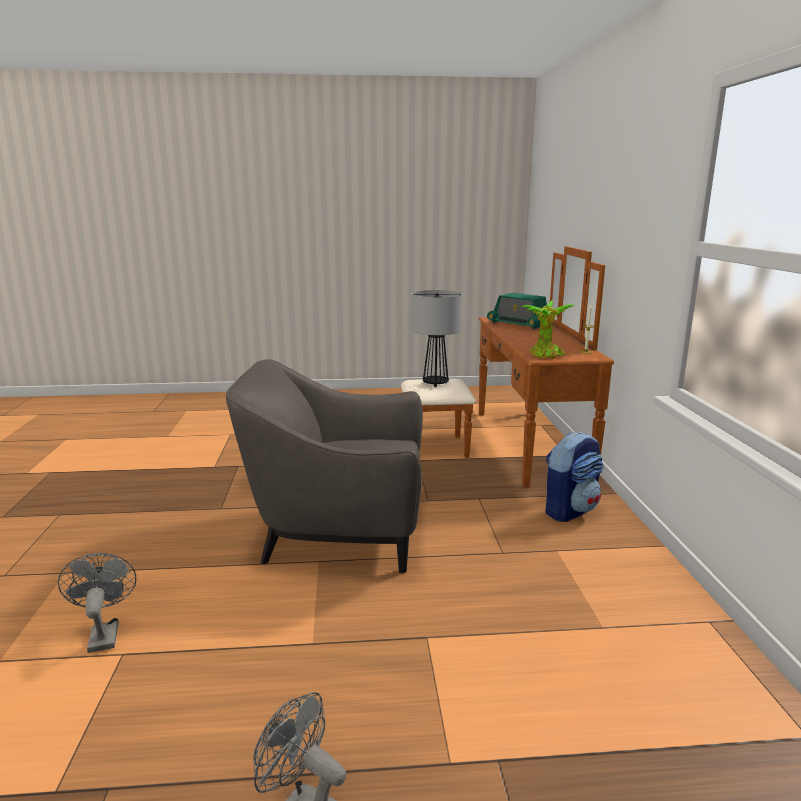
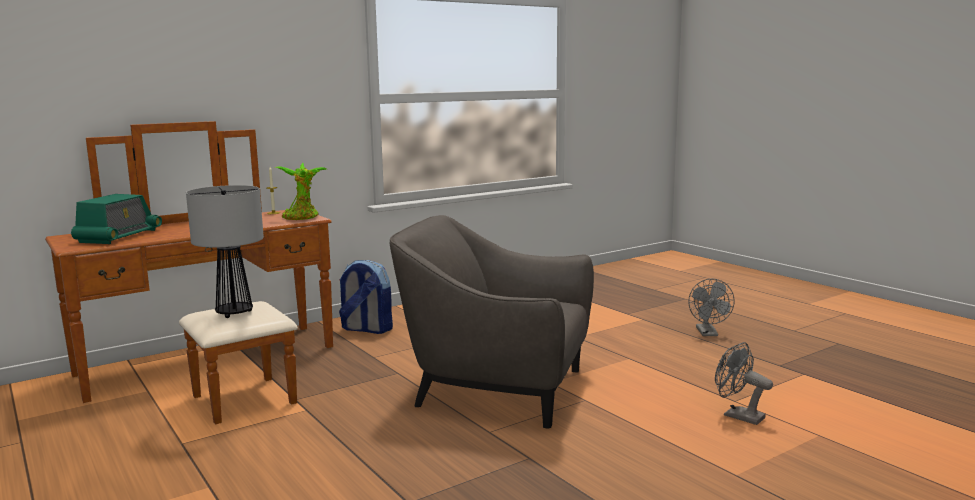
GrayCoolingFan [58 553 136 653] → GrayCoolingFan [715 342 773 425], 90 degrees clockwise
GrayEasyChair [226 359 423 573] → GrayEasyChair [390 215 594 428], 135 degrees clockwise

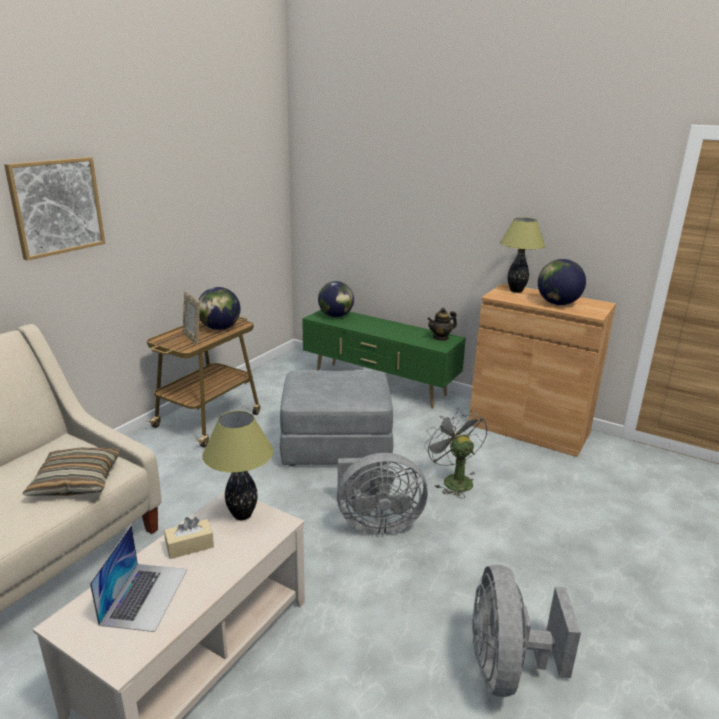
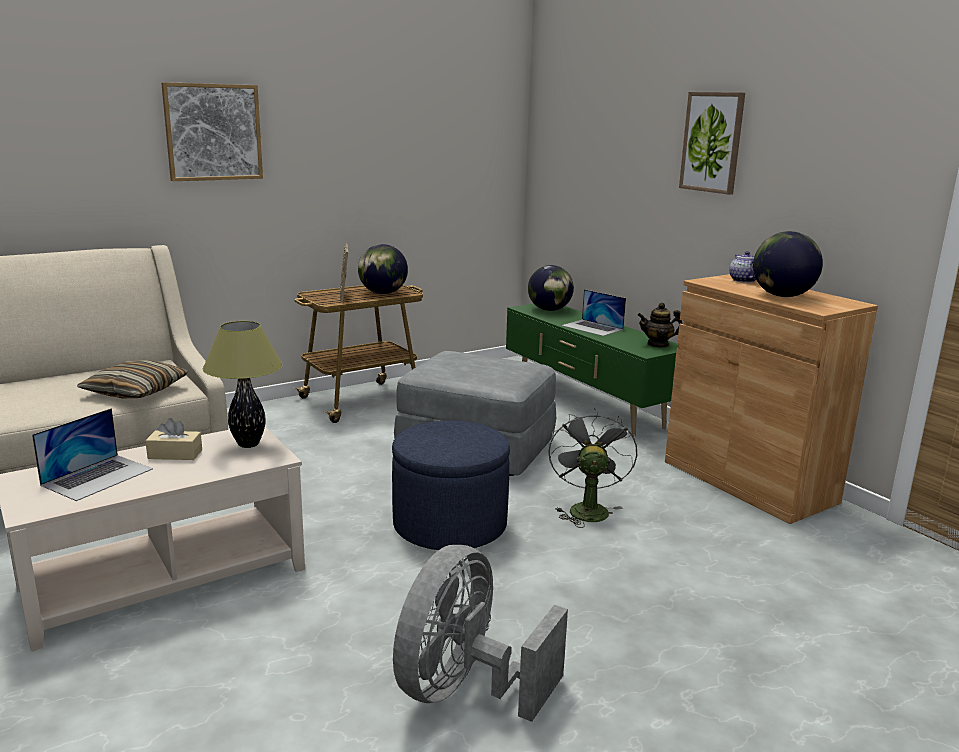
GrayCoolingFan [337 453 428 535] → BlueColouredPouffe [392 420 510 550]
TableLamp [500 217 545 293] → PotForTea [729 251 756 283]
- → Laptop [562 289 626 336]
- → WallPicture [679 92 745 195]

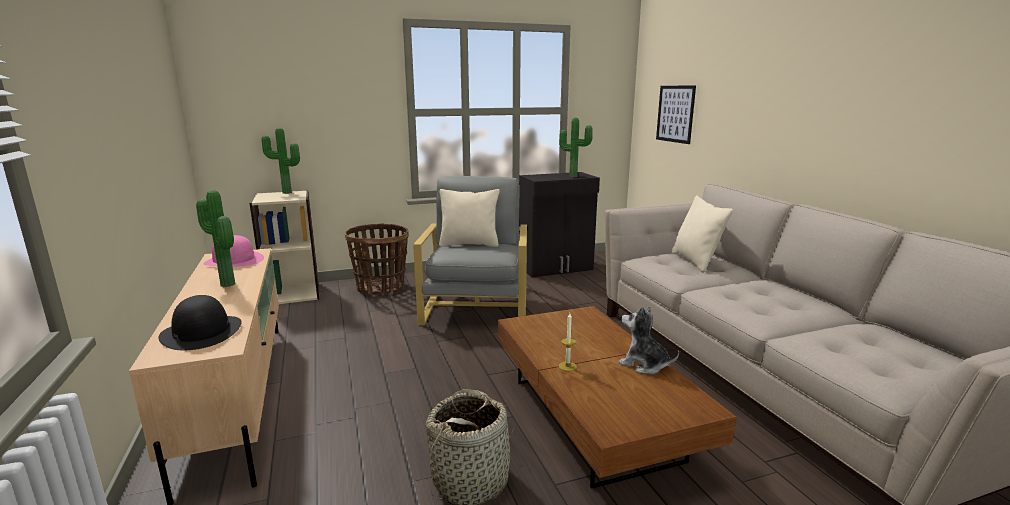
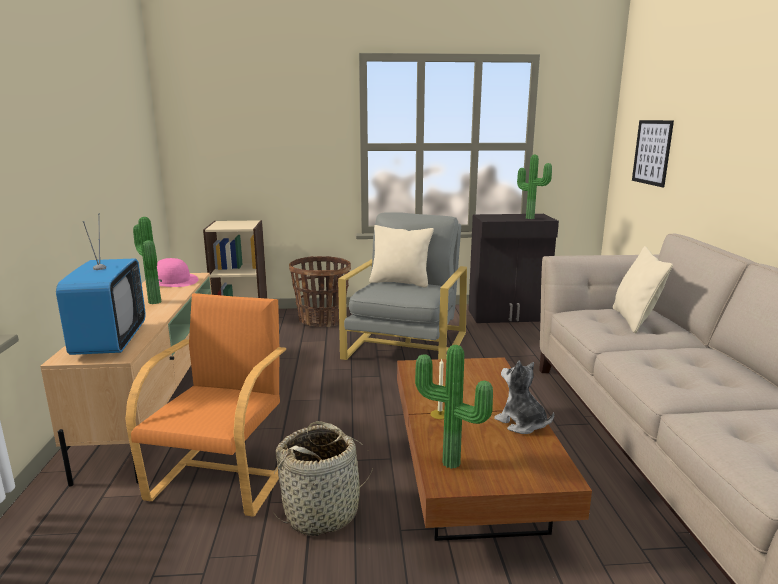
BlackWearableHat [159 295 242 350] → Tv [56 213 146 355]
PottedPlant [262 128 300 194] → PottedPlant [415 345 493 469], move
- → OrangeEasyChair [125 293 286 517]

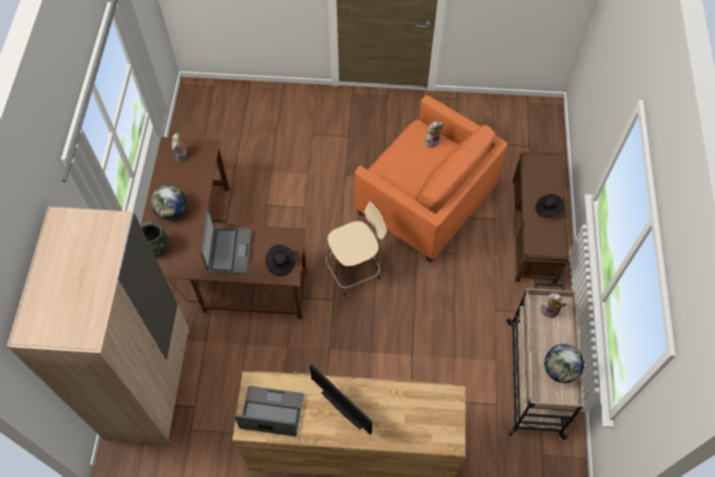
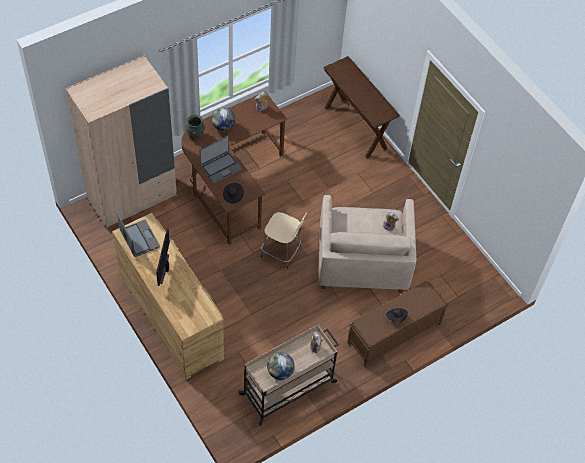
OrangeEasyChair [354 95 508 263] → BeigeEasyChair [319 195 416 293]
- → BrownConsoleTable [323 56 400 158]

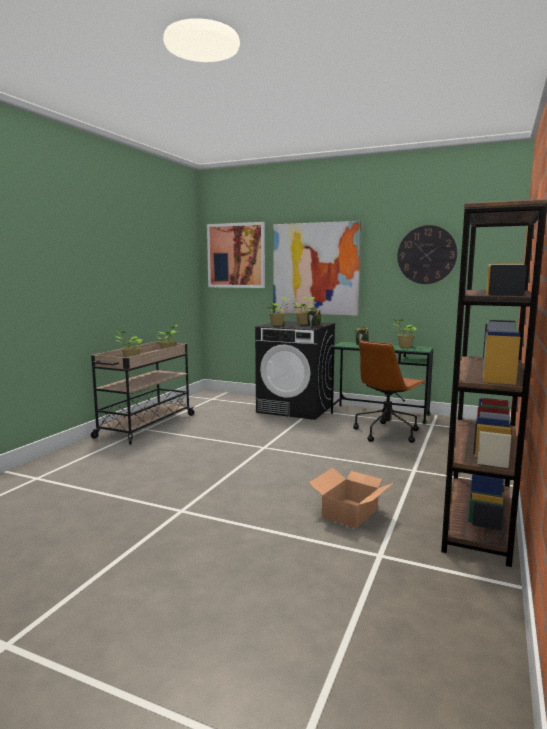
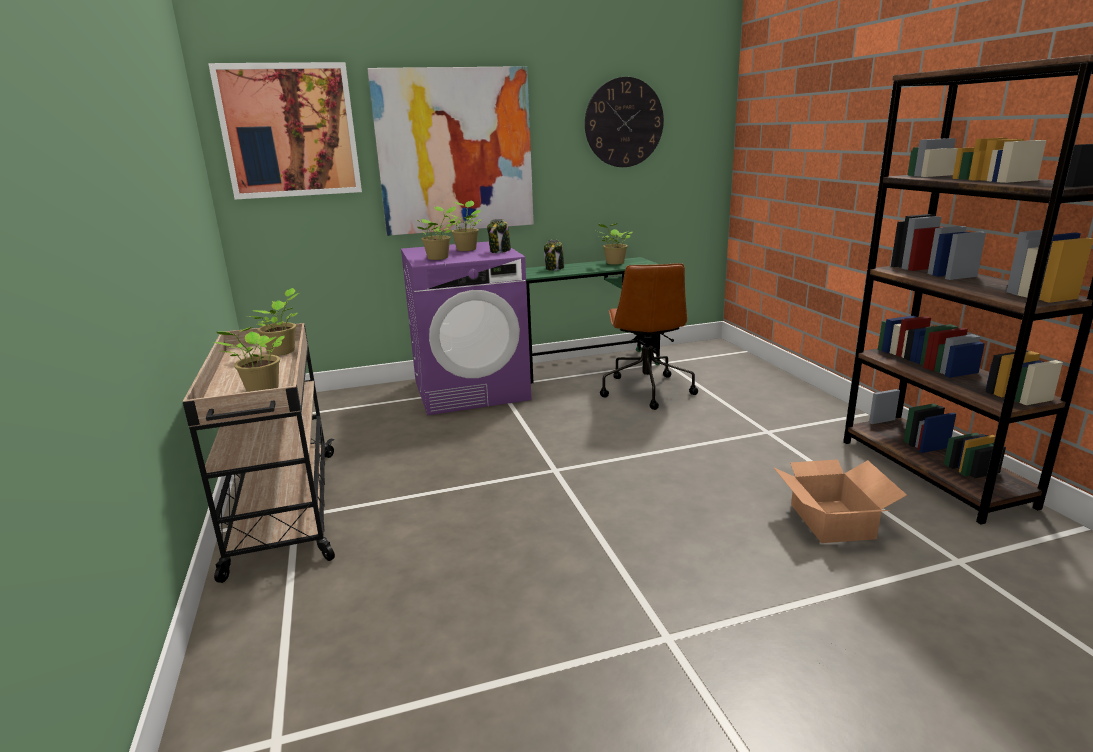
BlackWashingMachine [255 321 336 420] → PurpleWashingMachine [401 241 531 415]

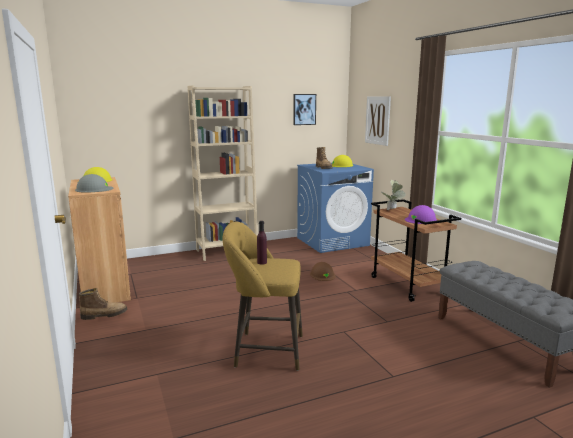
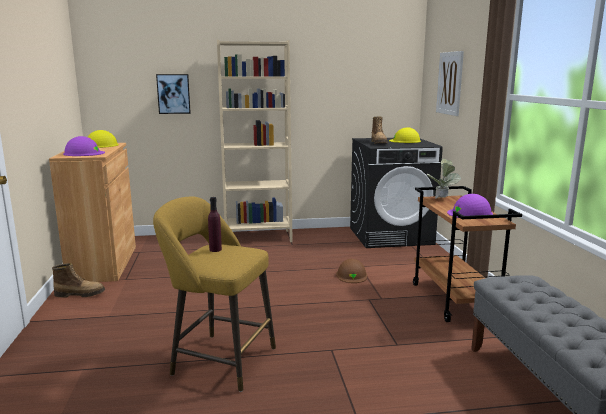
GraySafetyHelmet [75 174 114 193] → PurpleSafetyHelmet [63 136 105 156]
WallPicture [293 94 316 125] → WallPicture [156 74 191 114], move
BlueColouredWashingMachine [297 163 374 253] → BlackWashingMachine [350 138 443 248]

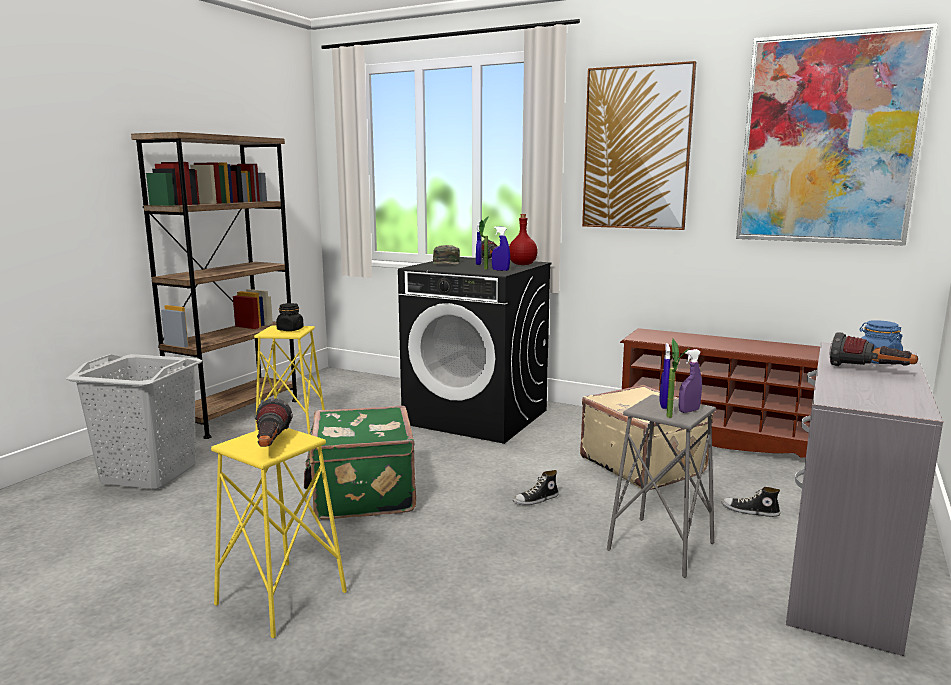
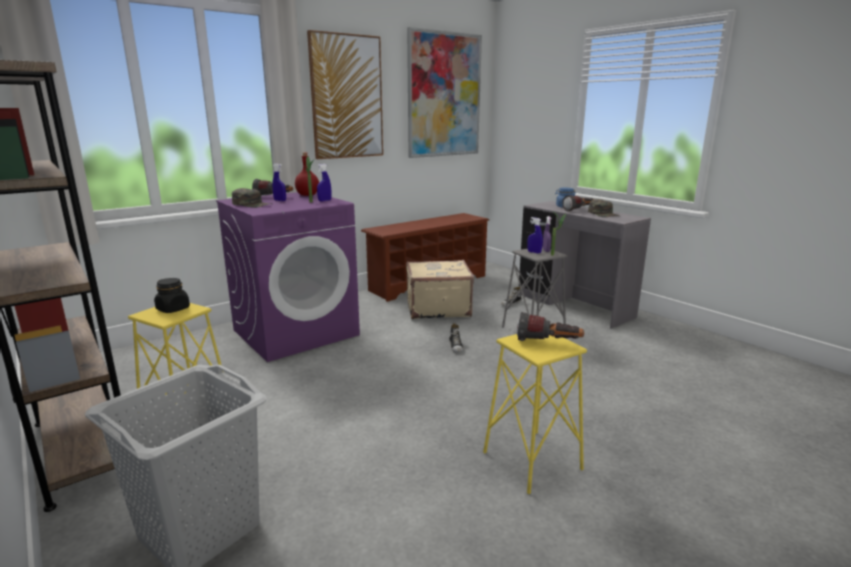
GreenColouredSuitcase [304 406 416 520] → -
BlackWashingMachine [398 257 552 444] → PurpleWashingMachine [216 192 360 362]
- → GreenColouredCap [588 199 619 217]

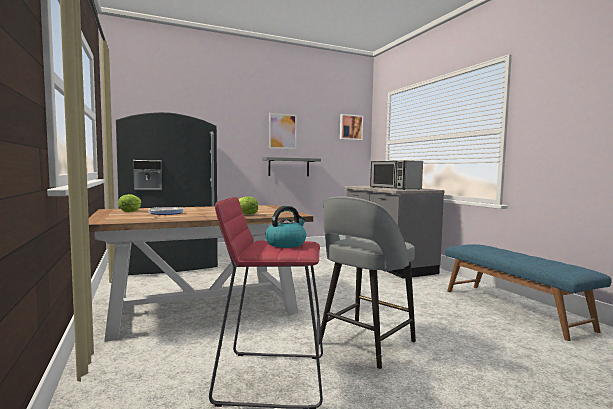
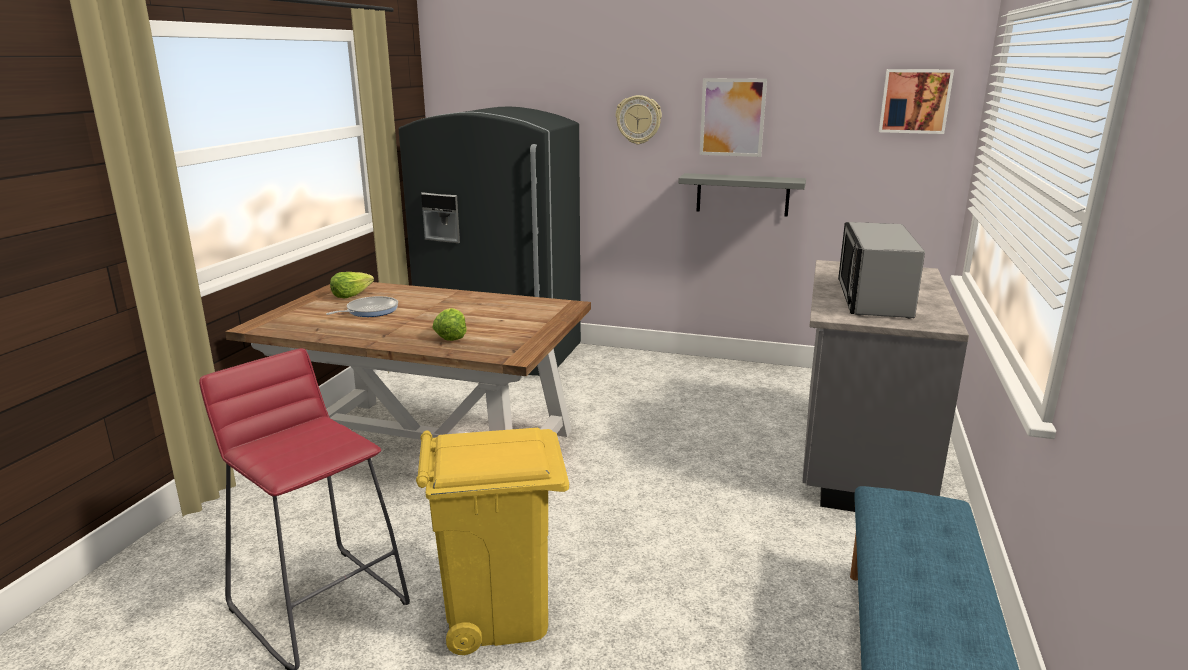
TeaKettle [265 206 306 248] → -
GraySittingStool [319 196 416 369] → YellowColouredRubbishBin [416 428 569 655]
- → ClockOnTheWall [616 95 662 144]

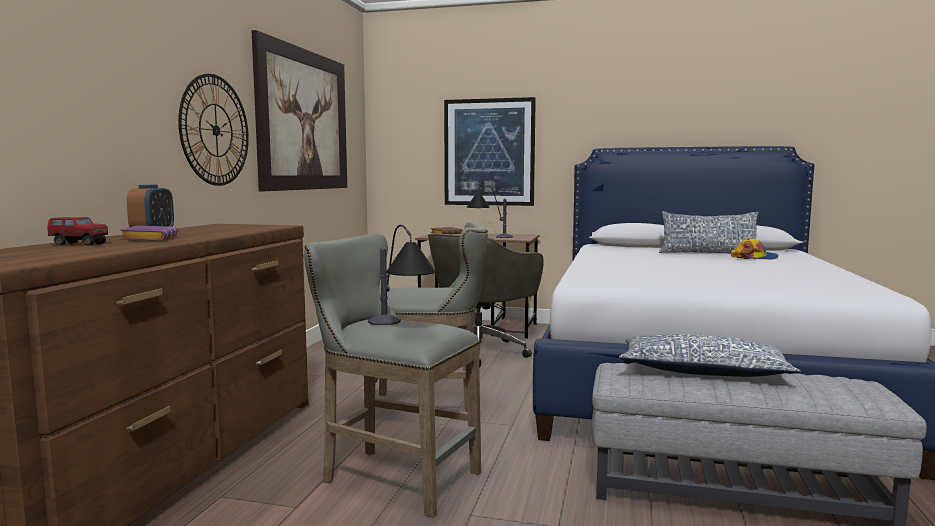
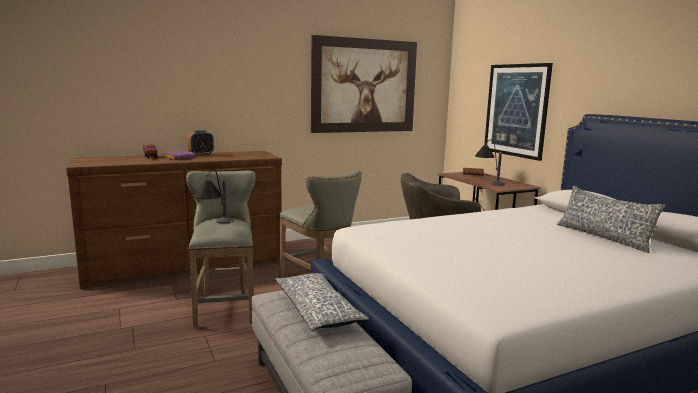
ClockOnTheWall [178 74 249 186] → -
Cap [731 238 779 260] → -

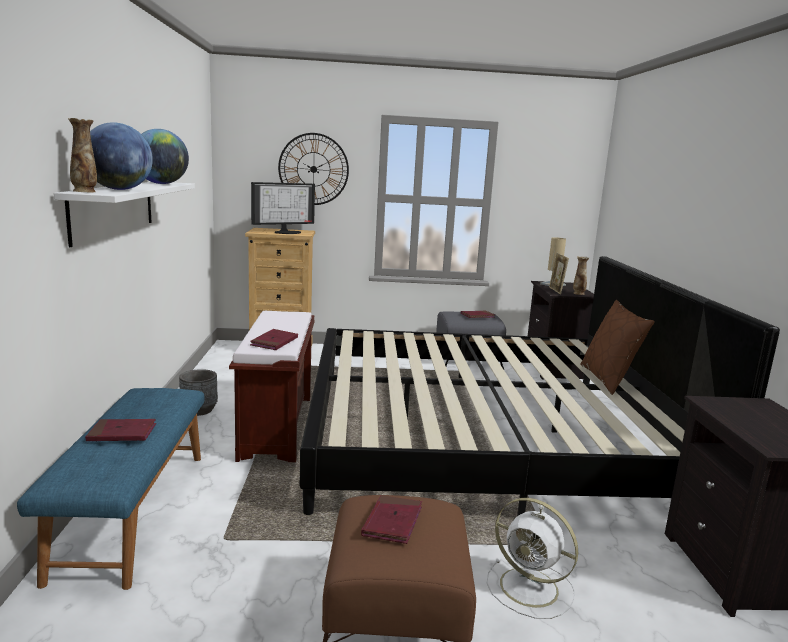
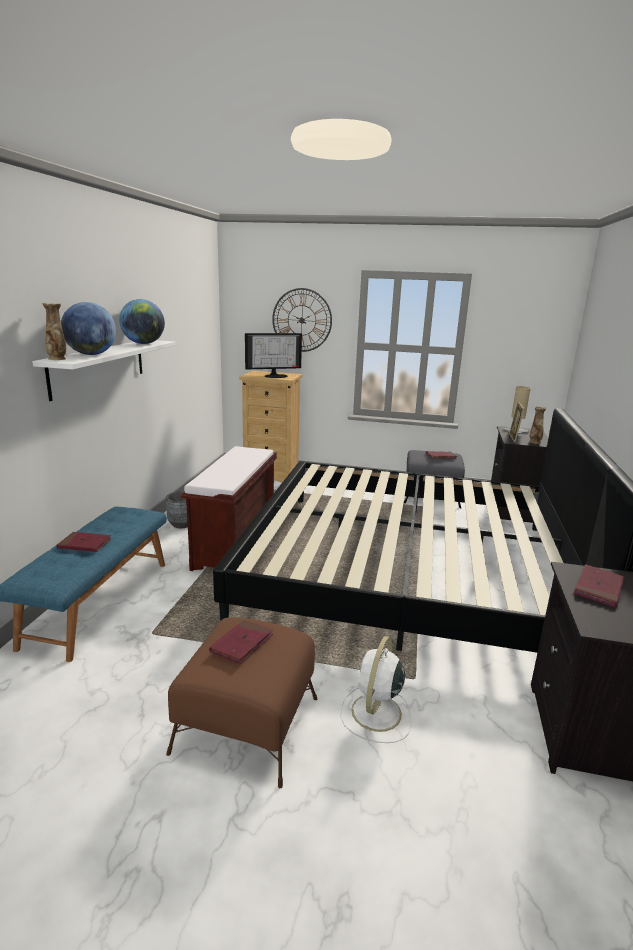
ReddishBoundBook [250 329 298 350] → ReddishBoundBook [573 564 624 608], move
WhitishCoolingFan [487 498 578 619] → WhitishCoolingFan [340 636 412 743], 60 degrees clockwise
BrownCushion [580 300 655 395] → -

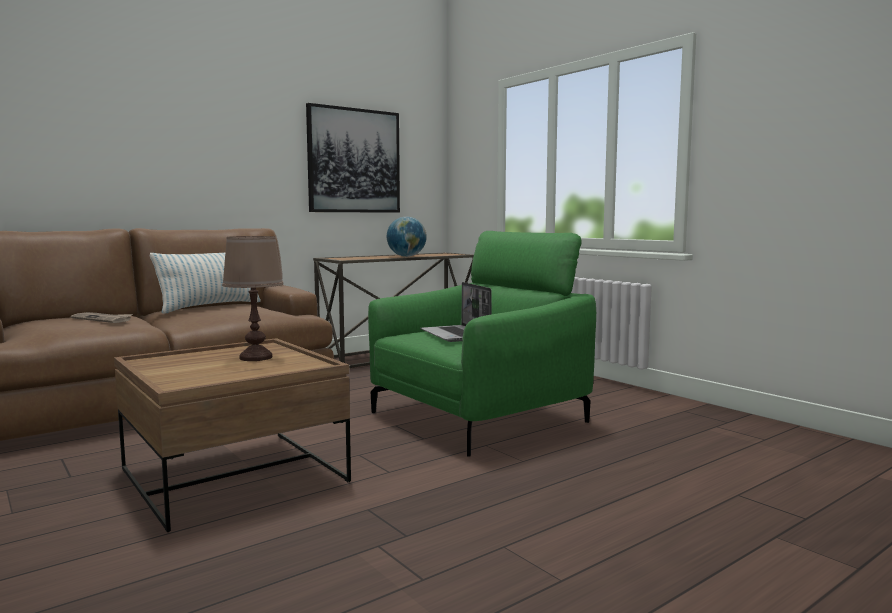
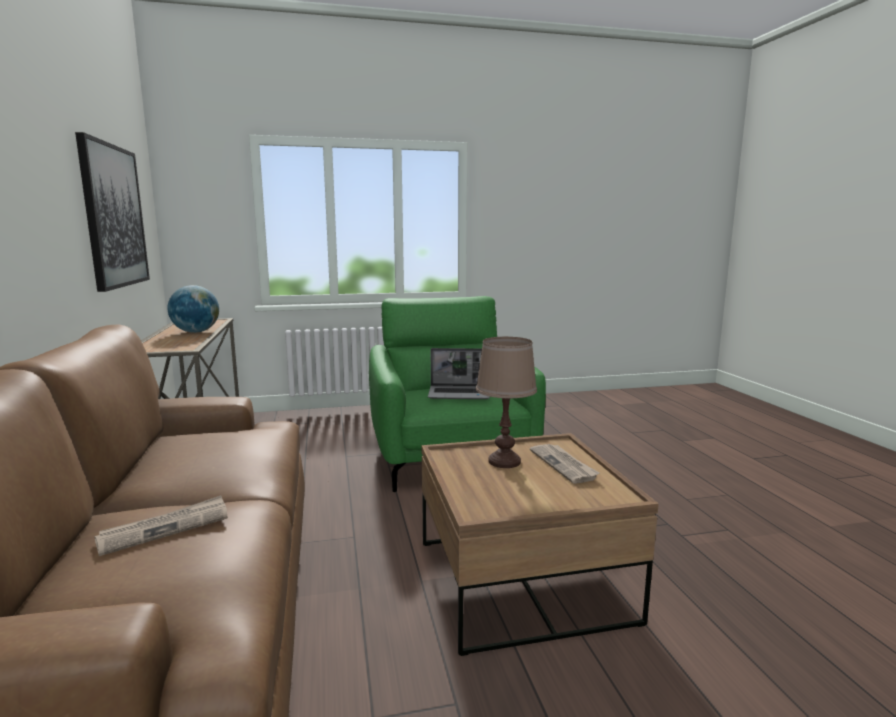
Cushion [150 253 261 314] → -
- → PrintedPaper [530 444 599 484]

